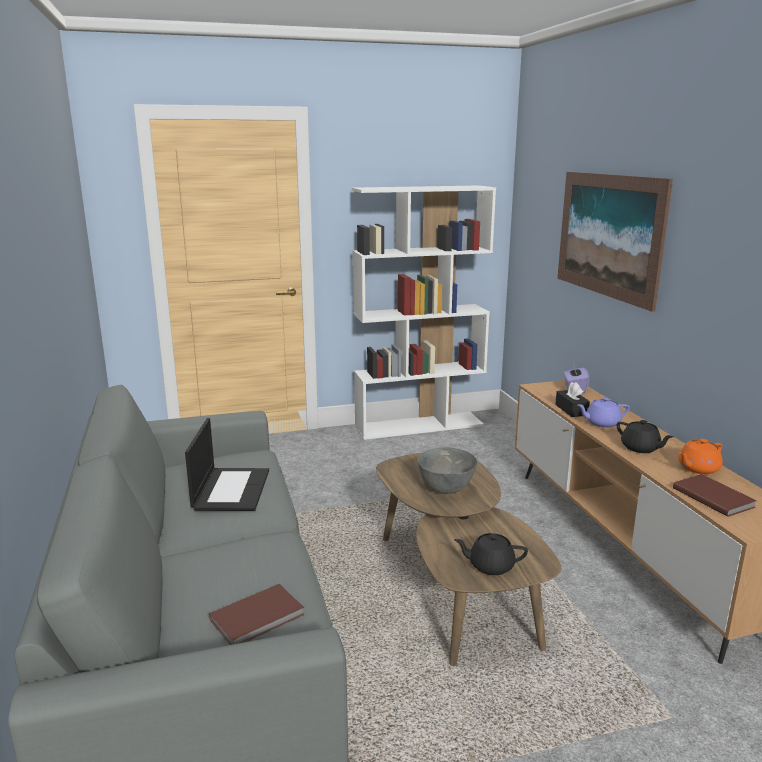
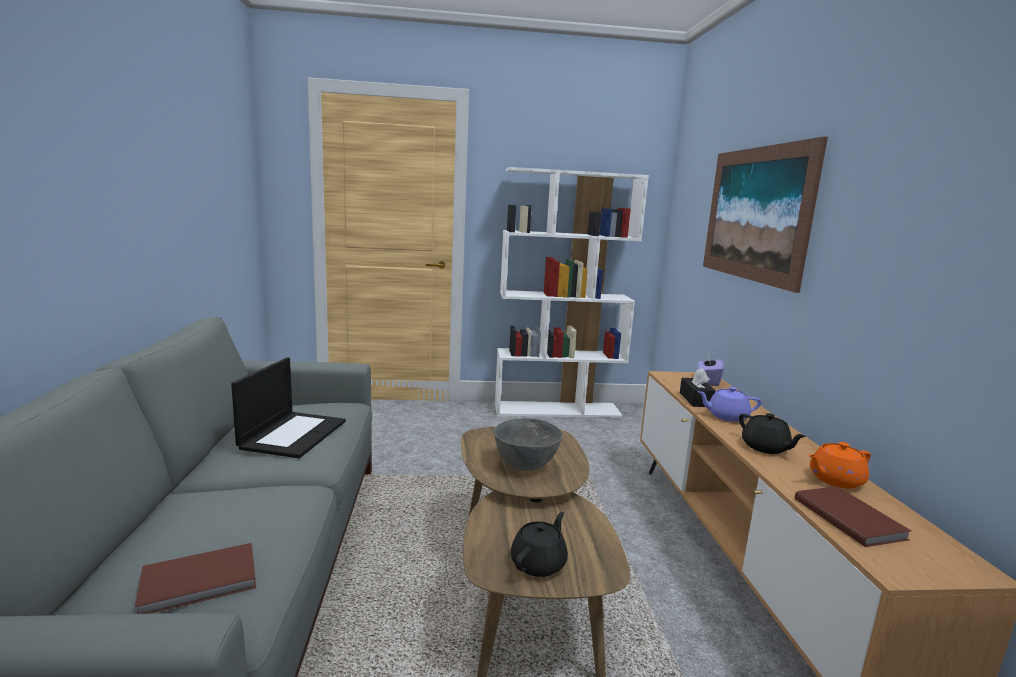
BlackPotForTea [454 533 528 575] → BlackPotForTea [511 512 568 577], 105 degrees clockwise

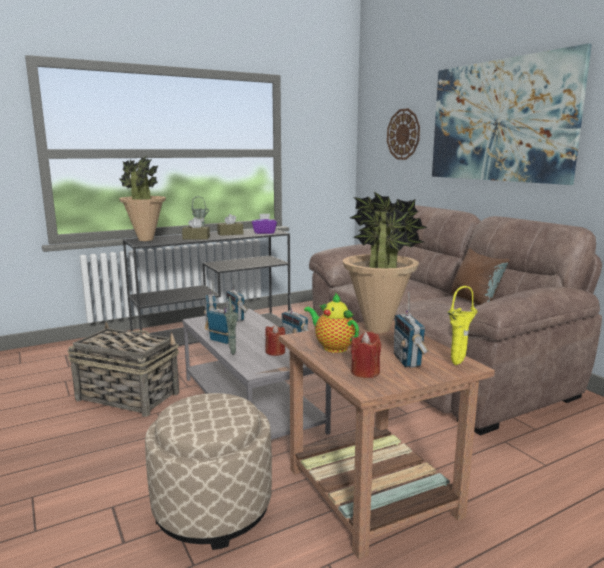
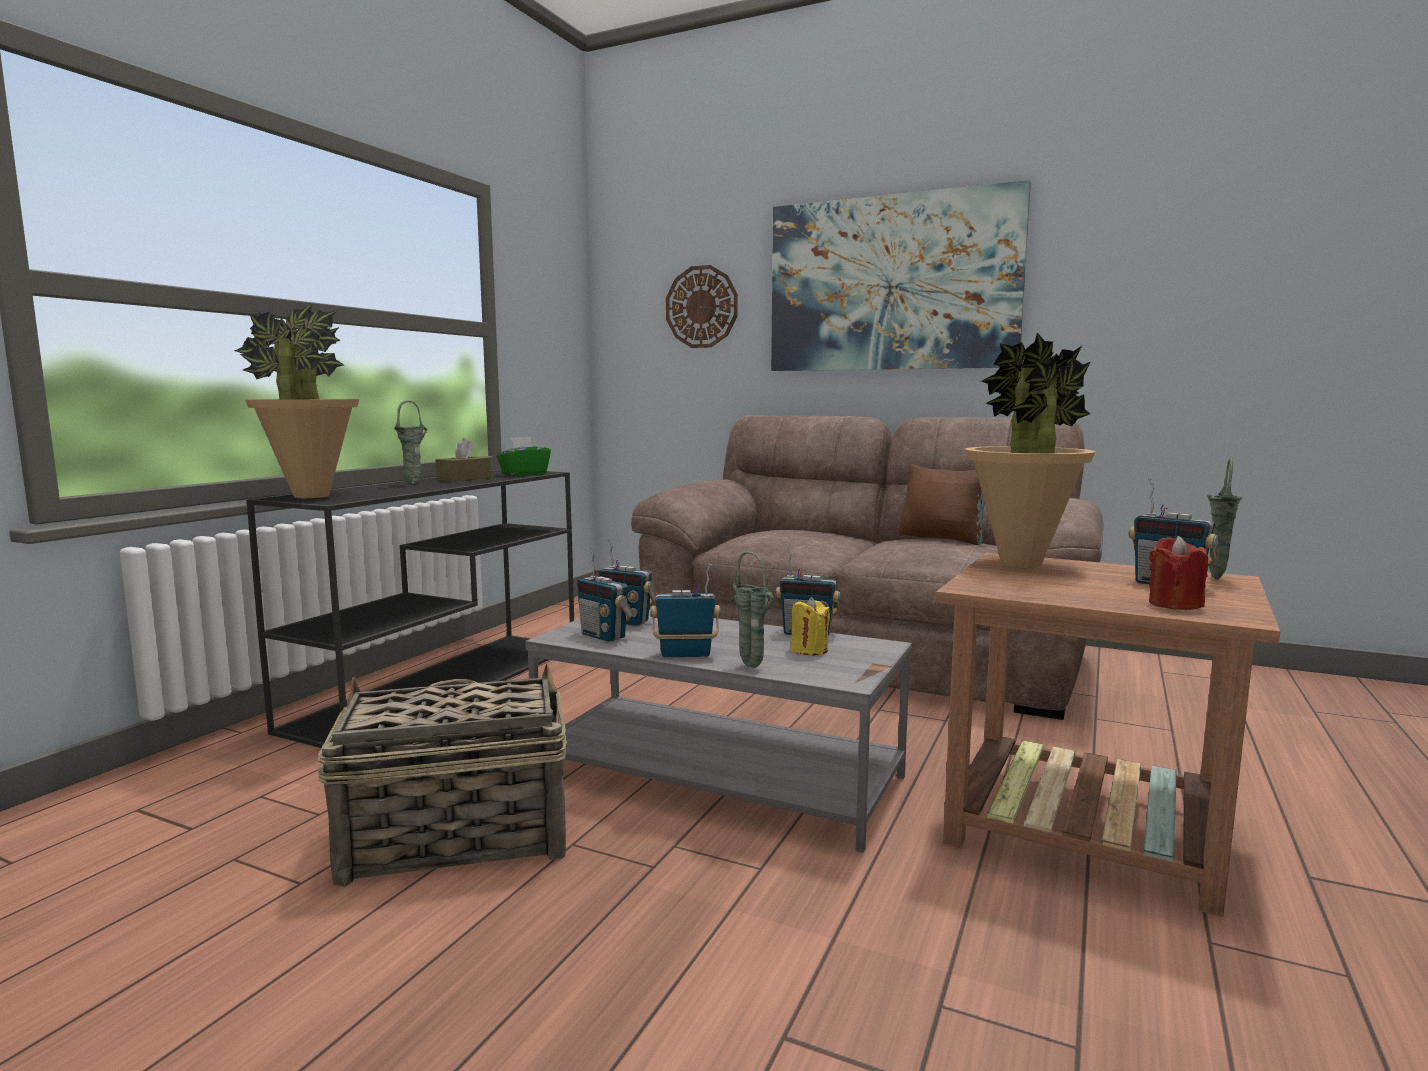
BeigePouffe [145 393 272 550] → -
BrownBoxOfTissues [182 217 210 240] → -
PurpleBoxOfTissues [252 214 277 234] → GreenColouredBoxOfTissues [496 437 551 476]
ReddishCandle [265 325 285 356] → YellowColouredCandle [791 597 830 655]
PotForTea [304 292 359 353] → -
YellowColouredVase [447 286 478 365] → GreenColouredVase [1207 457 1243 580]

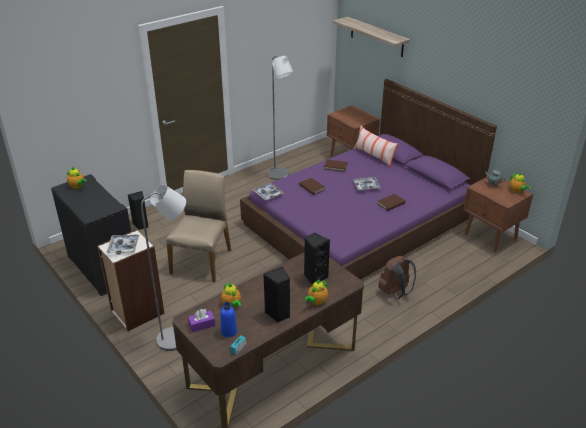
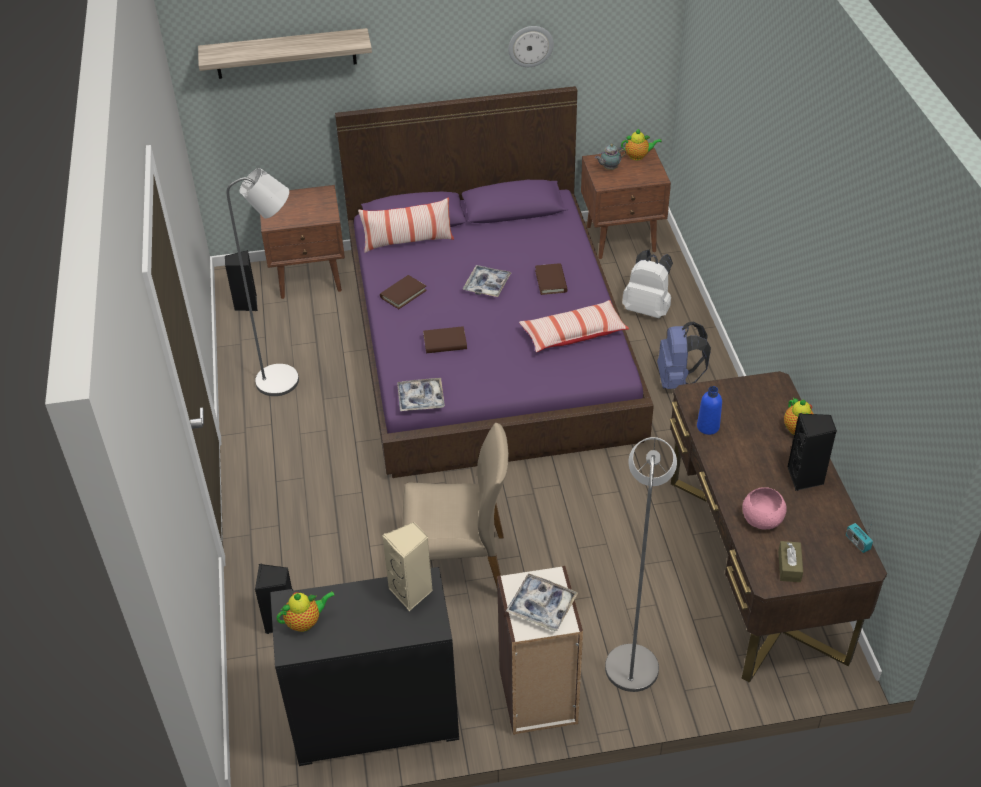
BeigeChair [166 170 231 283] → BeigeChair [402 423 509 586], 135 degrees clockwise
PurpleBoxOfTissues [188 309 215 332] → BrownBoxOfTissues [778 541 803 582]
BlueColouredBeverageBottle [220 302 237 337] → BlueColouredBeverageBottle [697 386 722 435], move
PotForTea [221 283 242 308] → PinkColouredBowl [742 487 787 529]
BlackAudioSpeaker [304 233 330 285] → BlackAudioSpeaker [225 250 258 311], move
BrownRucksack [378 256 416 299] → BlueColouredRucksack [657 322 711 389]
- → BeigeAudioSpeaker [382 522 433 611]
- → ClockOnTheWall [508 26 554 67]
- → Cushion [519 300 629 352]
- → WhitishRucksack [622 249 673 318]

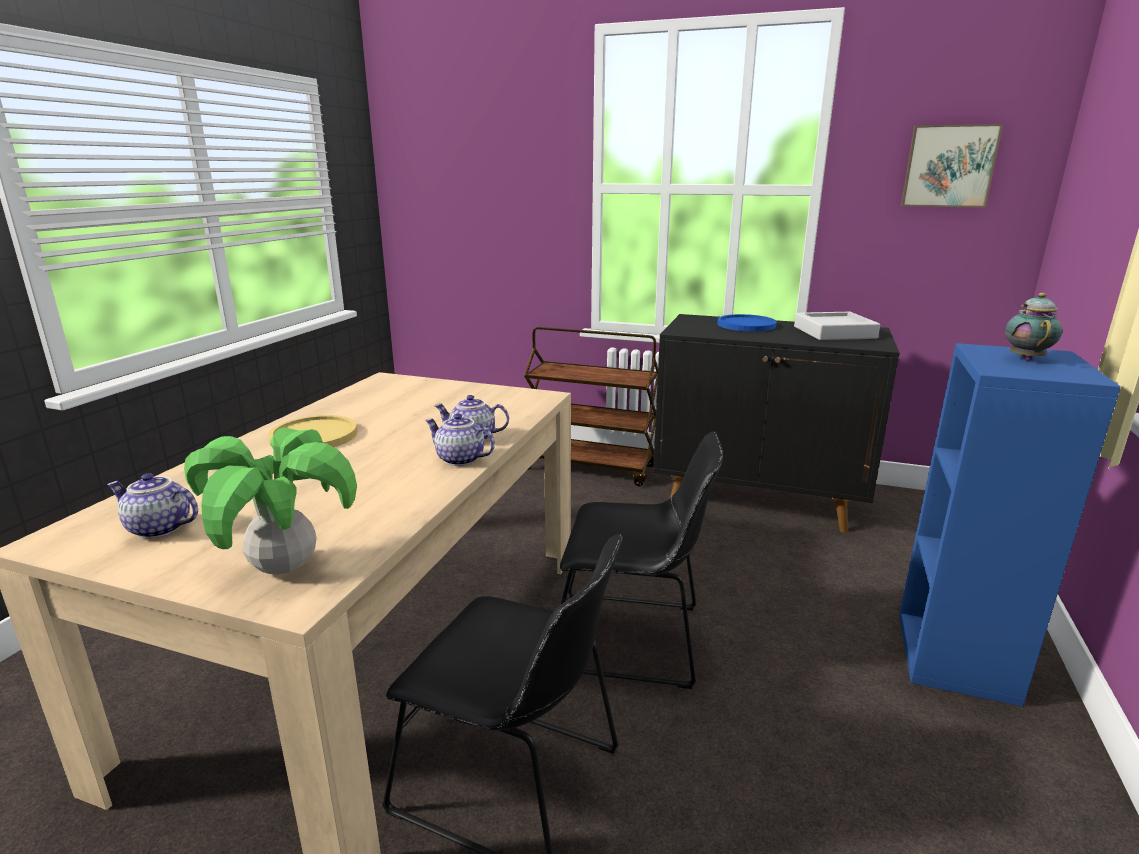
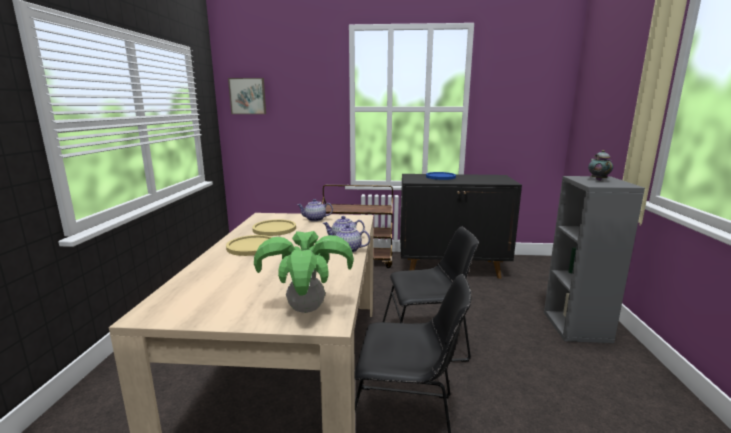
PotForTea [107 473 198 539] → PotForTea [297 199 333 222], move
GrayServingTray [794 312 880 340] → -
BlueColouredBookshelf [899 343 1121 707] → GrayBookshelf [544 176 645 343]
WallPicture [901 124 1003 208] → WallPicture [228 78 266 114], move
- → YellowColouredDinnerPlate [252 219 296 236]

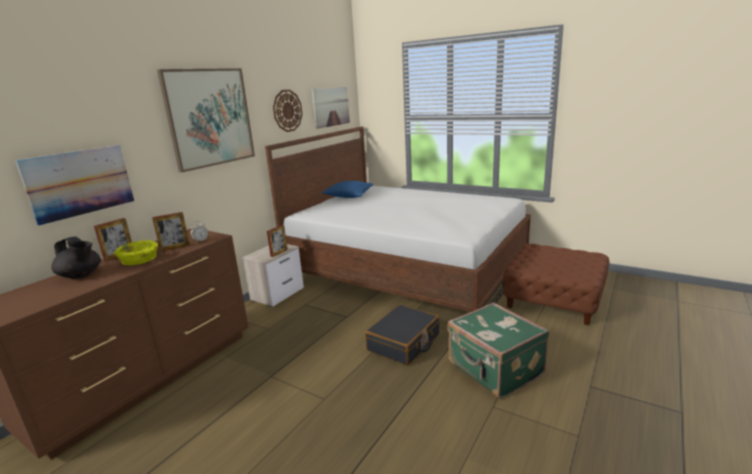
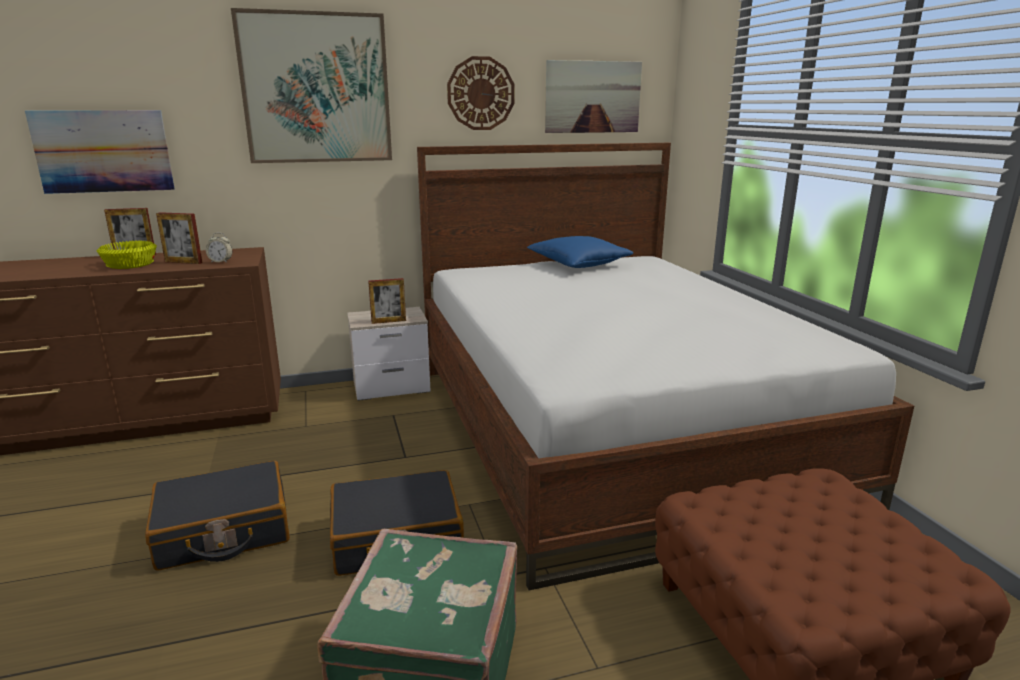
BlackPotForTea [52 236 101 279] → -
- → BlackSuitcase [145 461 290 571]

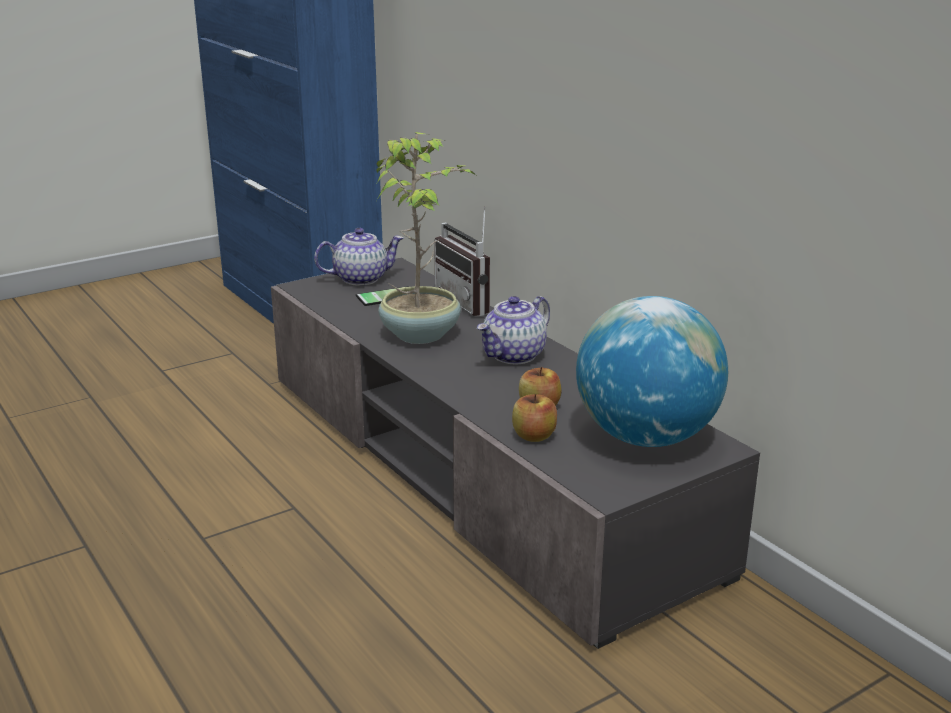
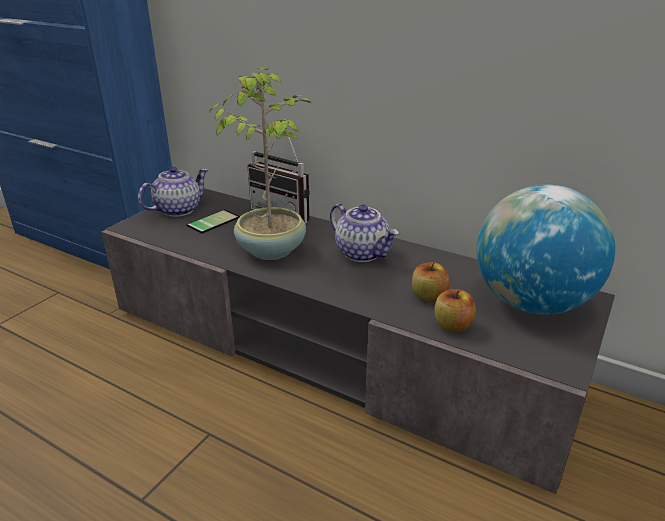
PotForTea [477 296 550 364] → PotForTea [330 204 399 262], 60 degrees counterclockwise

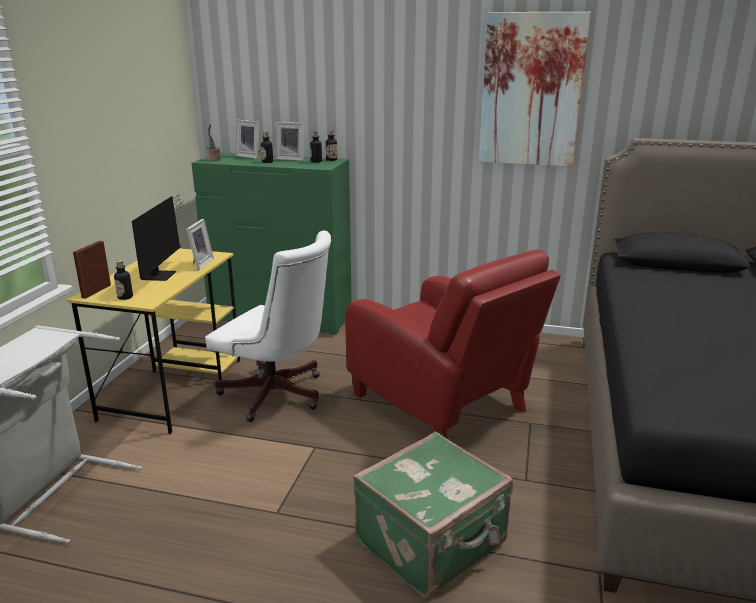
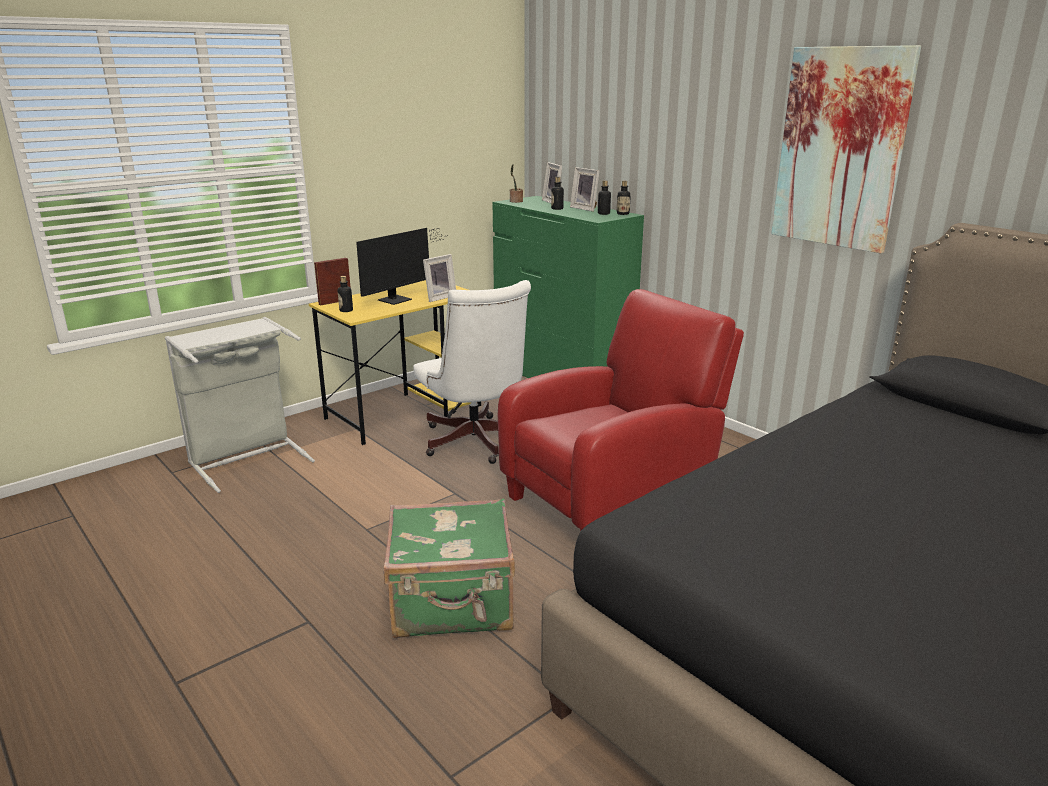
ReddishEasyChair [345 250 561 438] → ReddishEasyChair [498 289 744 531], 120 degrees counterclockwise

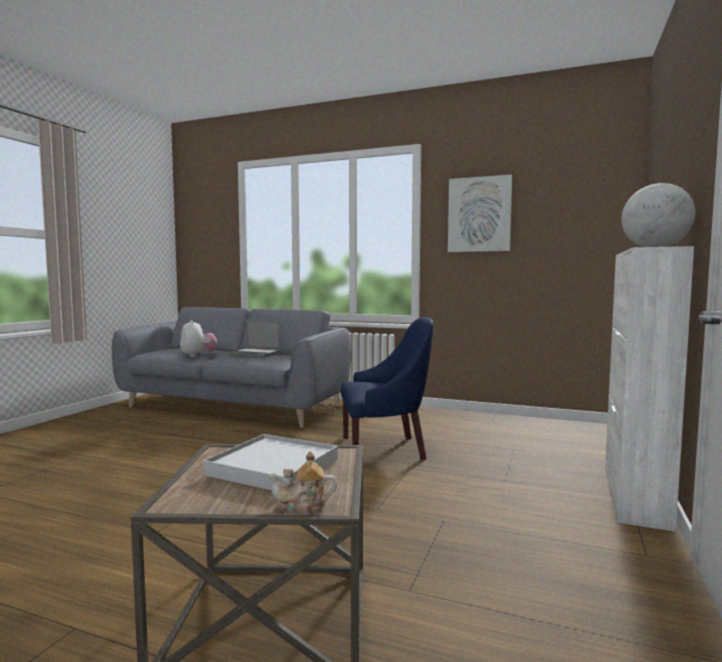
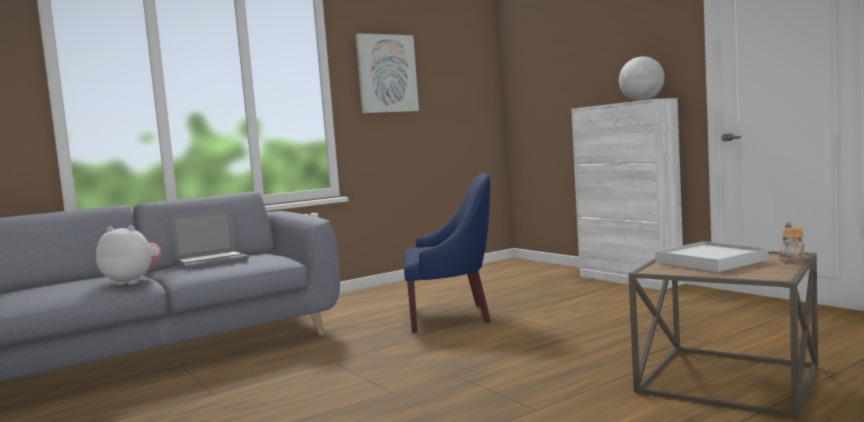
BlueColouredEasyChair [341 317 434 460] → BlueColouredEasyChair [403 173 491 333], 60 degrees clockwise

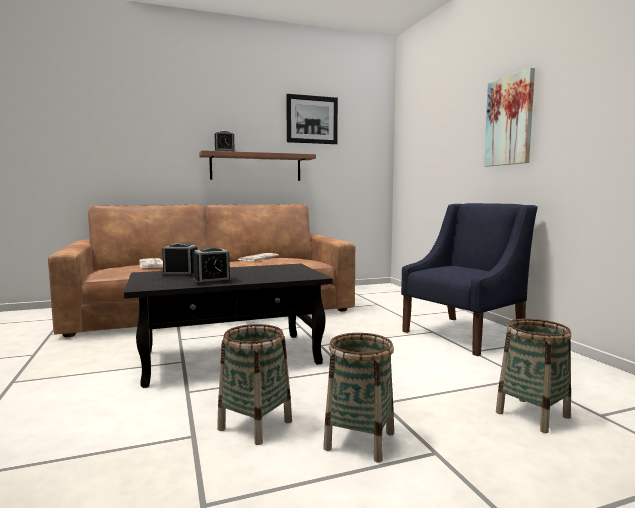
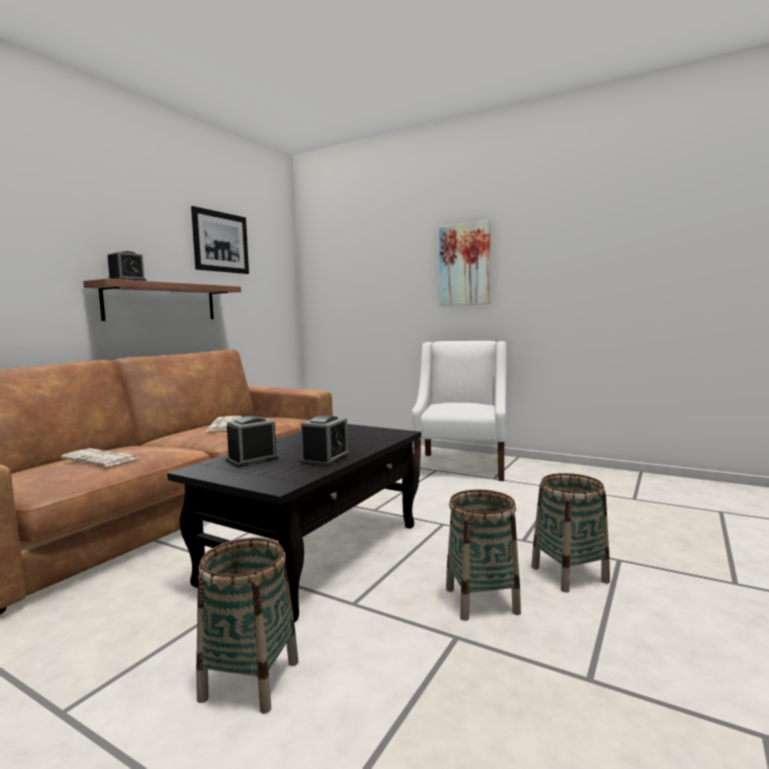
BlueColouredEasyChair [401 203 538 356] → WhitishEasyChair [412 341 507 481]
HouseholdBasket [496 319 571 433] → HouseholdBasket [196 538 298 714], move

